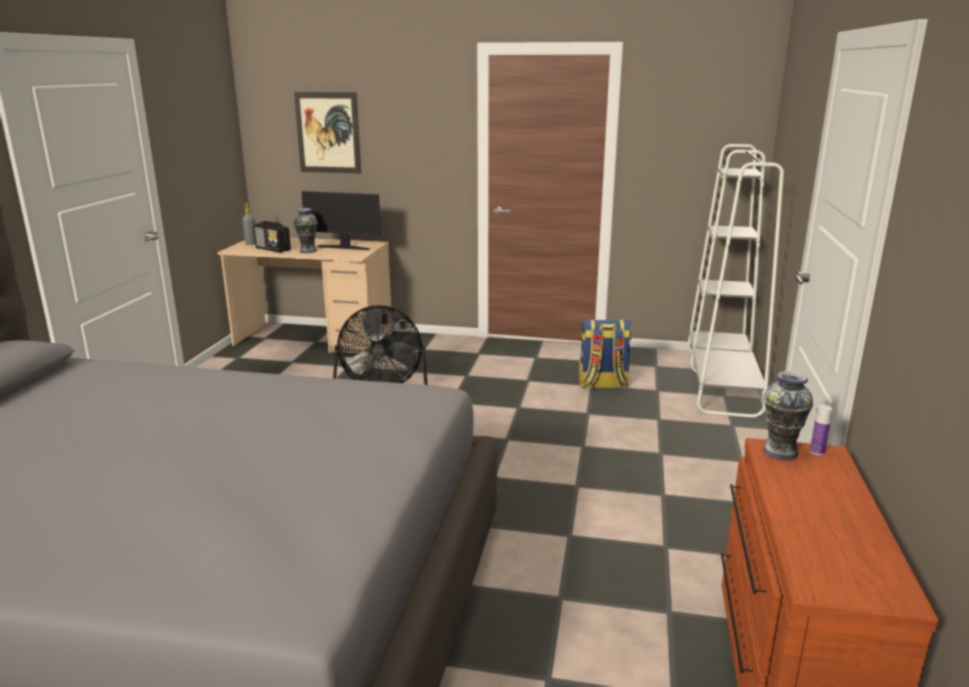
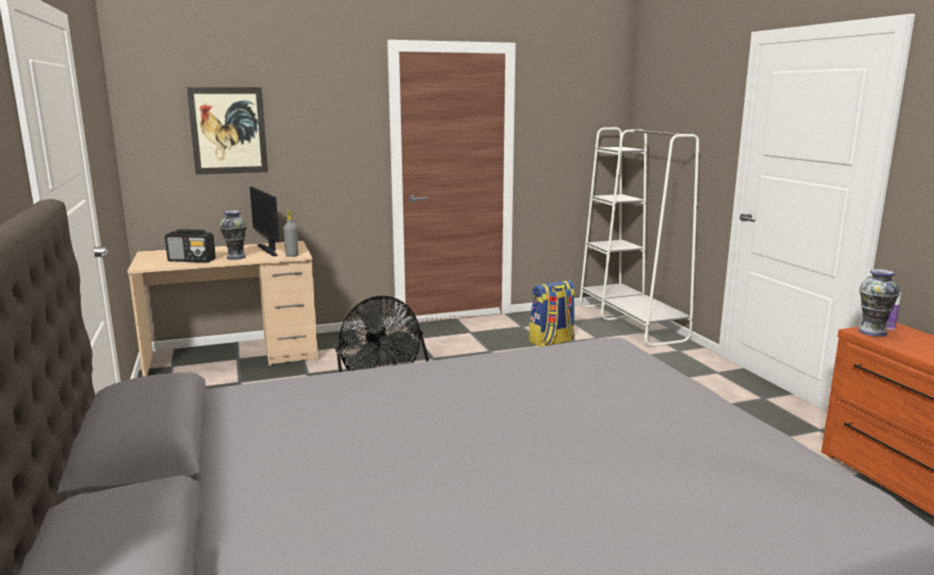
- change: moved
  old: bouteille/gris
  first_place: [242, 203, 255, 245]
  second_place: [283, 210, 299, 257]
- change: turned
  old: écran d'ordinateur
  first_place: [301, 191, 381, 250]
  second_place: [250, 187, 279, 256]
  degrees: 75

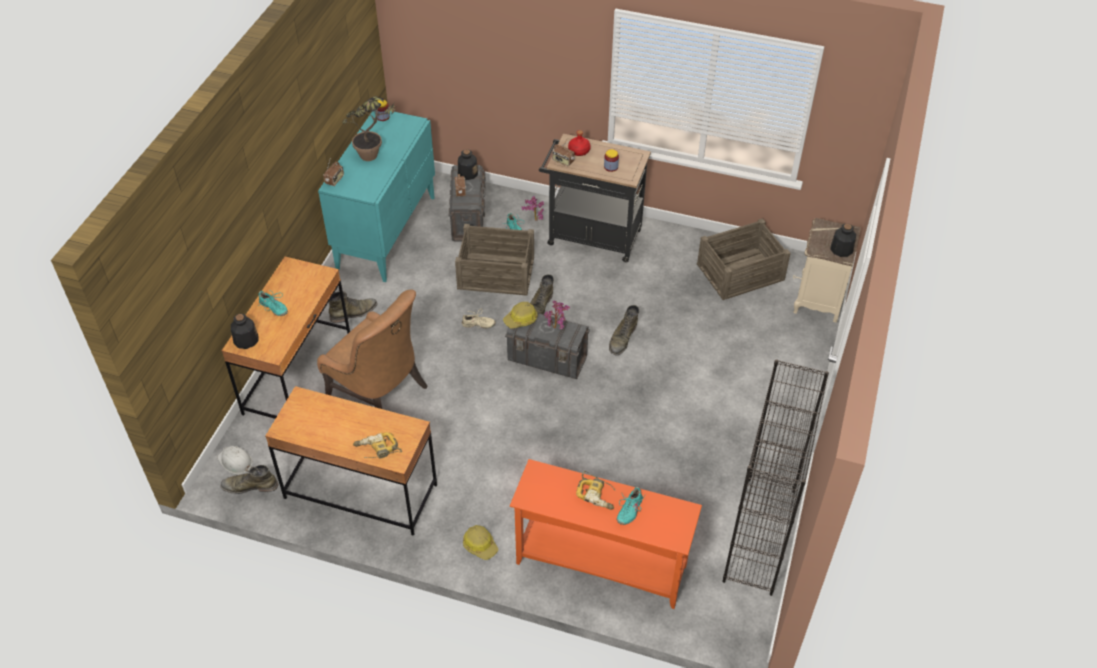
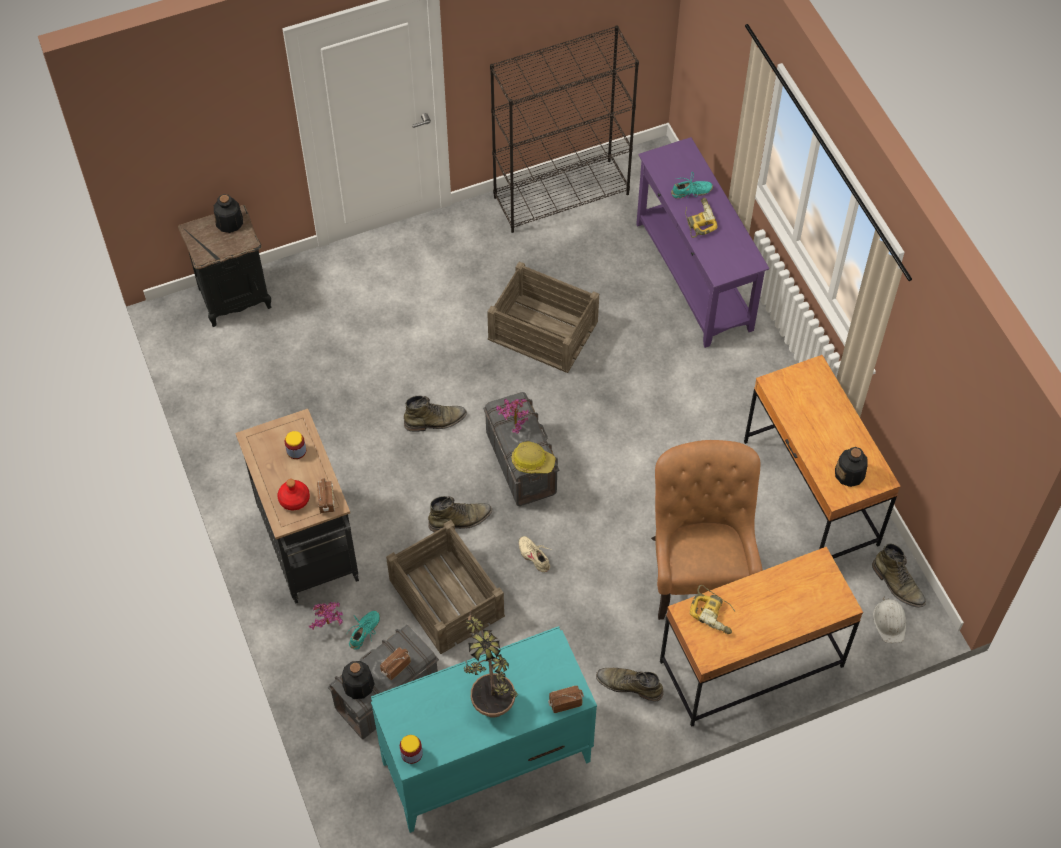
- change: removed
  old: chaussure/turquoise
  first_place: [258, 289, 288, 316]
- change: removed
  old: casque de chantier
  first_place: [463, 525, 498, 560]
- change: moved
  old: bouteille
  first_place: [231, 314, 258, 349]
  second_place: [835, 447, 868, 487]
- change: moved
  old: perceuse
  first_place: [353, 432, 402, 459]
  second_place: [690, 585, 735, 634]
- change: moved
  old: caisse
  first_place: [697, 218, 791, 300]
  second_place: [487, 261, 599, 373]
- change: recoloured
  old: table console/orange
  new: table console/violet
  first_place: [510, 459, 702, 609]
  second_place: [636, 137, 769, 348]
- change: recoloured
  old: table de chevet/beige
  new: table de chevet/noir
  first_place: [793, 218, 861, 323]
  second_place: [178, 205, 271, 327]

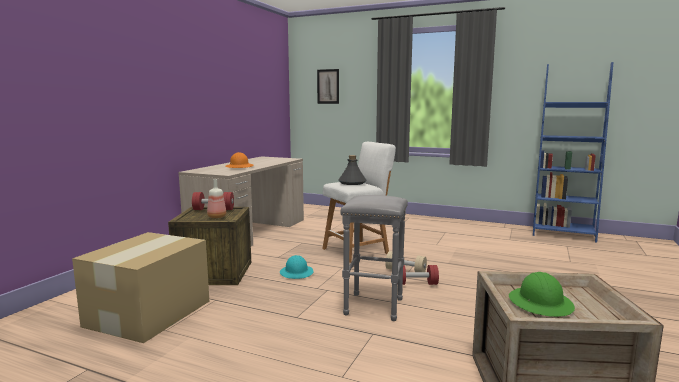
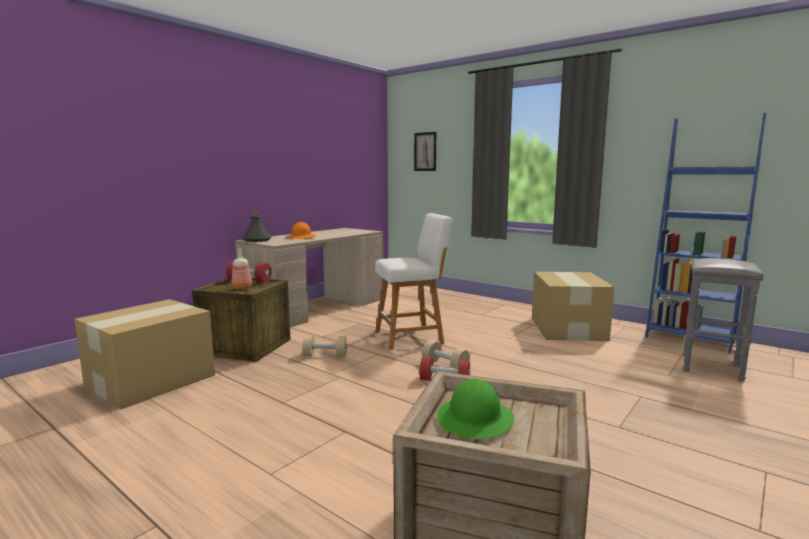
- change: added
  new: carton
  second_place: [532, 272, 614, 341]
- change: moved
  old: bouteille/gris
  first_place: [338, 155, 366, 185]
  second_place: [242, 212, 271, 242]
- change: moved
  old: tabouret/gris
  first_place: [340, 195, 408, 321]
  second_place: [683, 258, 763, 382]
- change: replaced
  old: casque de chantier/turquoise
  new: haltère/beige
  first_place: [280, 255, 314, 279]
  second_place: [302, 336, 347, 356]

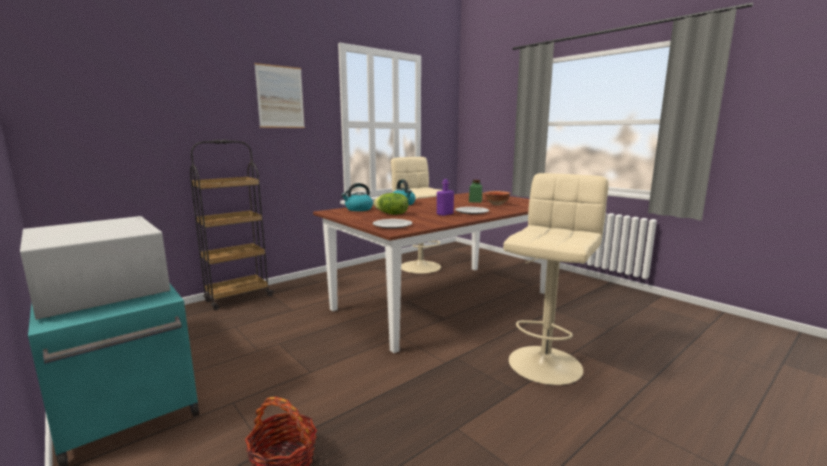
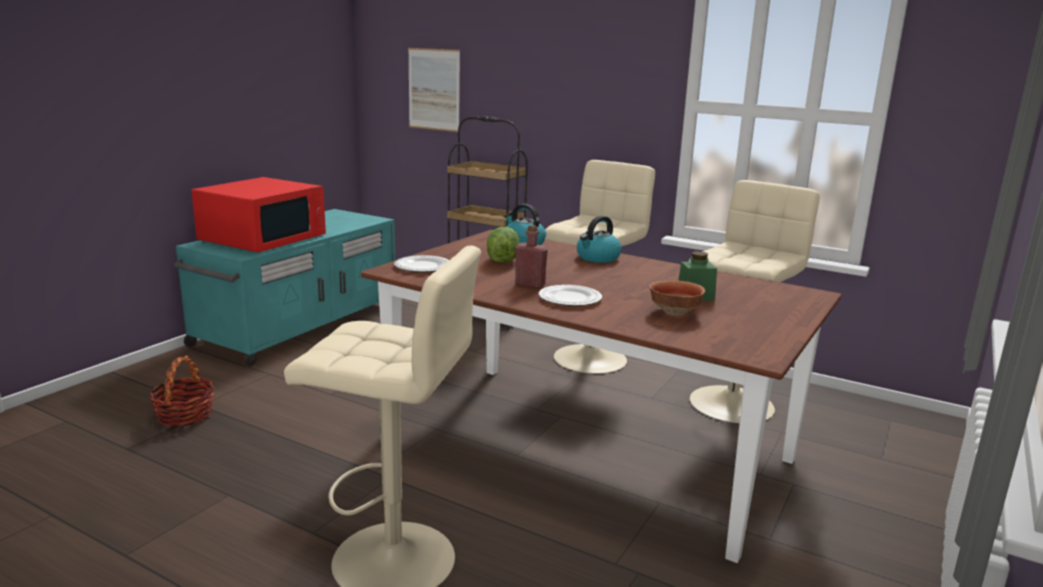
- change: added
  new: tabouret/beige
  second_place: [545, 160, 655, 374]
- change: moved
  old: tableau
  first_place: [254, 63, 305, 128]
  second_place: [408, 48, 460, 132]
- change: recoloured
  old: micro-ondes/blanc
  new: micro-ondes/rouge
  first_place: [20, 216, 170, 320]
  second_place: [191, 177, 326, 252]
- change: recoloured
  old: bouteille/violet
  new: bouteille/rouge
  first_place: [437, 179, 454, 216]
  second_place: [515, 225, 548, 289]

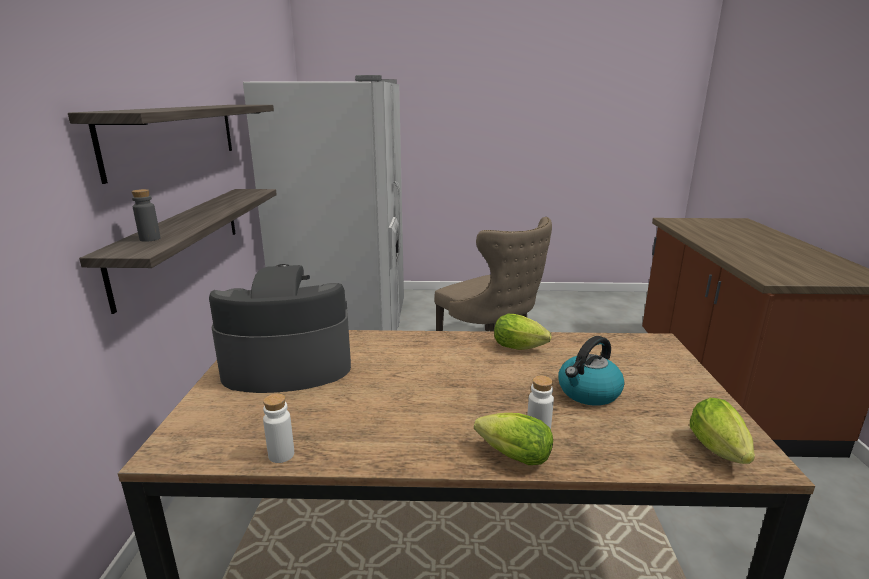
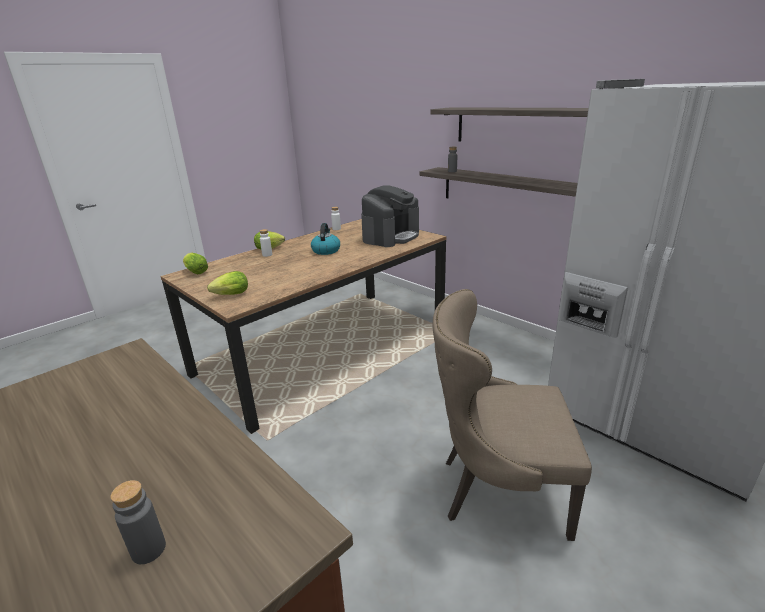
- change: added
  new: bouteille/gris
  second_place: [110, 480, 166, 564]
- change: moved
  old: laitue
  first_place: [494, 314, 552, 350]
  second_place: [207, 271, 248, 295]
- change: moved
  old: bouilloire
  first_place: [558, 336, 624, 406]
  second_place: [311, 223, 340, 255]

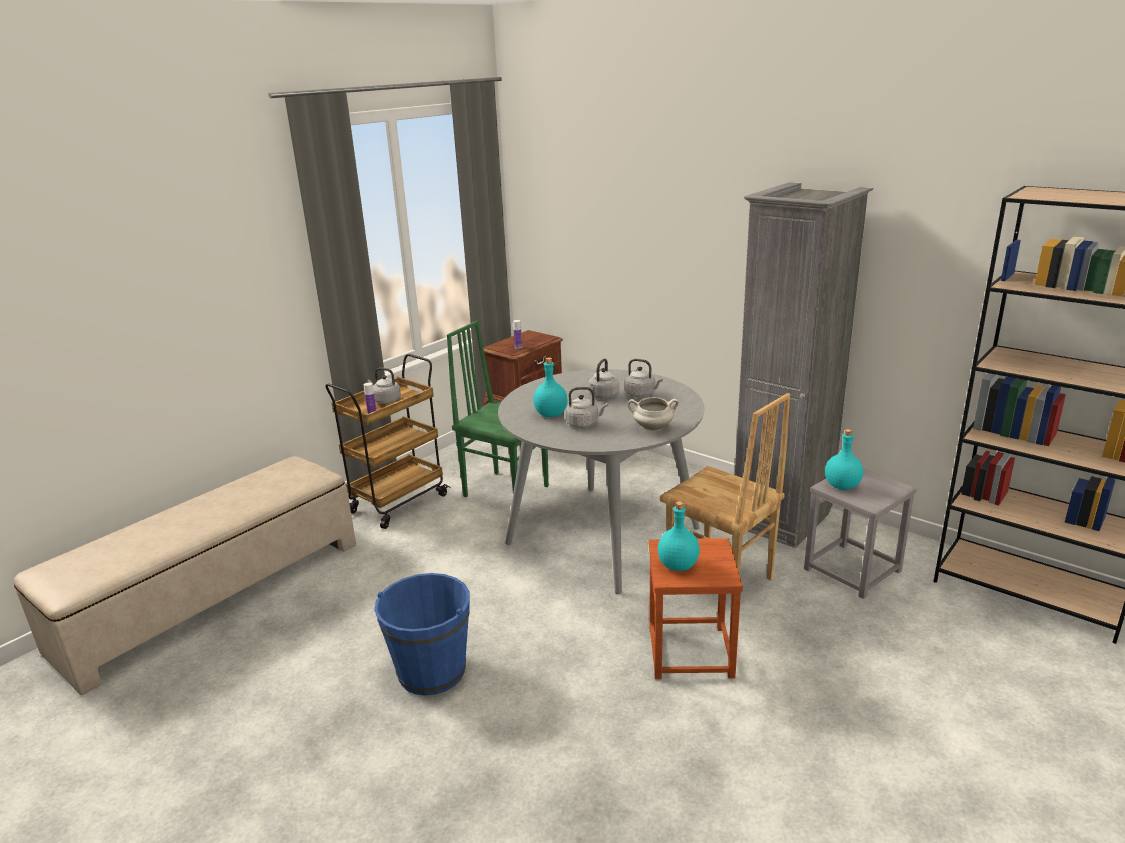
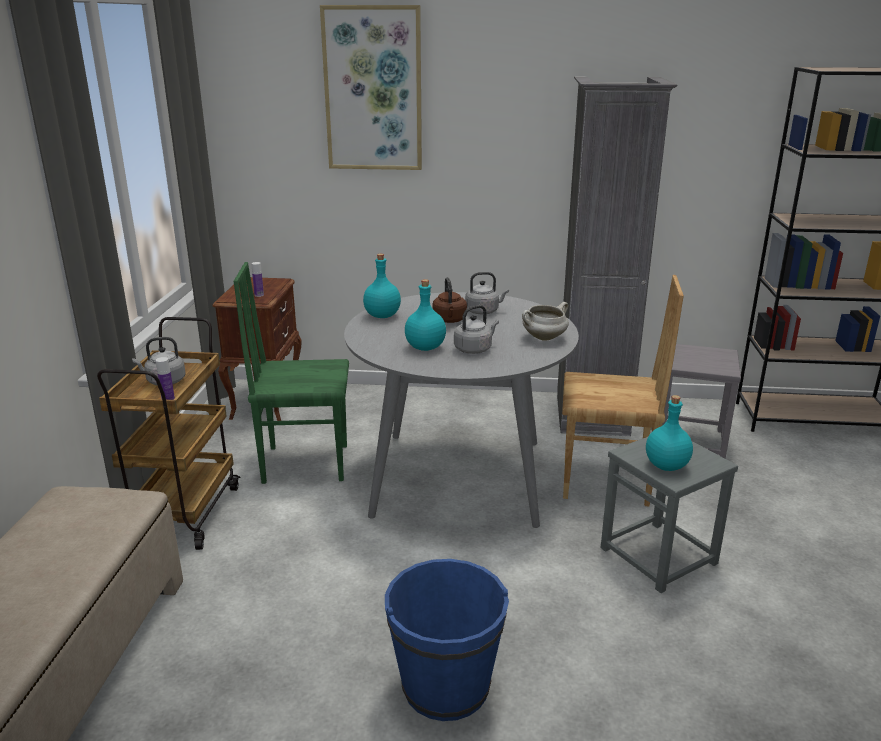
- change: added
  new: tableau
  second_place: [320, 5, 422, 170]
- change: moved
  old: bouteille/turquoise
  first_place: [825, 429, 863, 490]
  second_place: [363, 254, 401, 318]
- change: recoloured
  old: bouilloire/gris
  new: bouilloire/marron
  first_place: [589, 359, 619, 399]
  second_place: [433, 277, 467, 323]
- change: recoloured
  old: tabouret/marron
  new: tabouret/gris
  first_place: [649, 538, 743, 679]
  second_place: [601, 437, 738, 593]

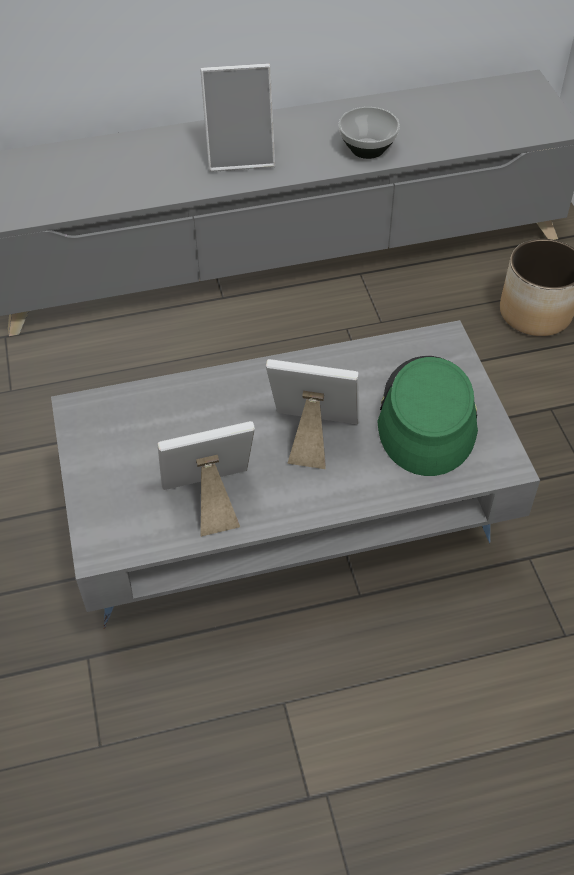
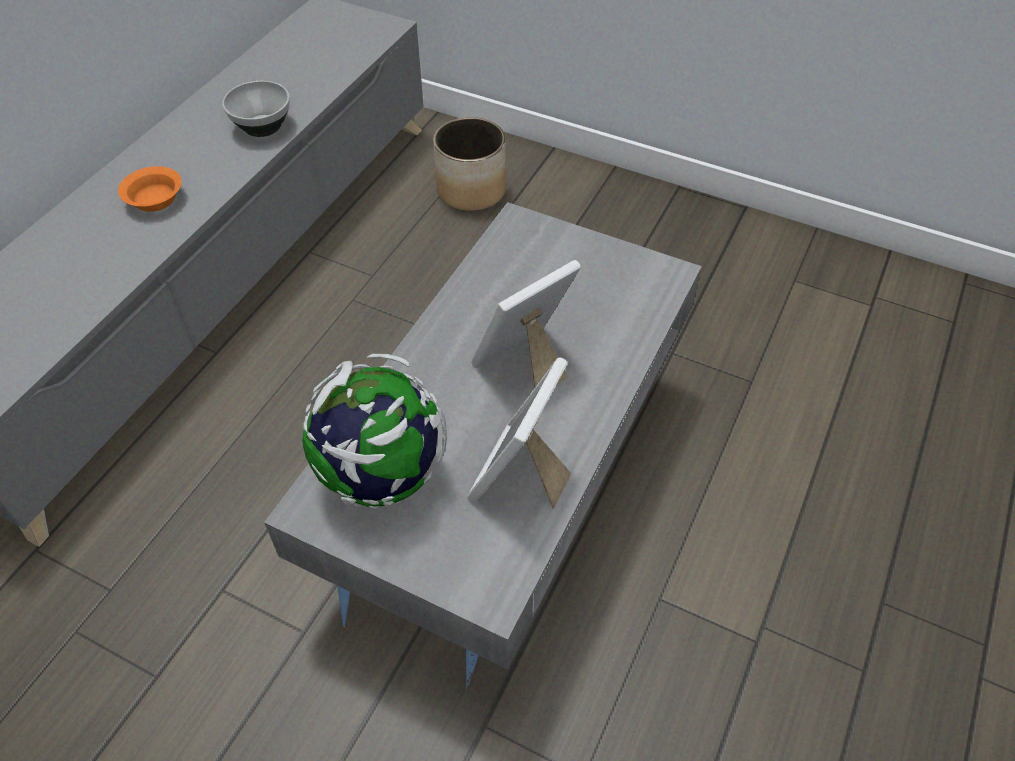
- change: removed
  old: chapeau/vert
  first_place: [377, 356, 478, 476]
- change: added
  new: globe
  second_place: [302, 354, 447, 508]
- change: replaced
  old: cadre photo
  new: bol/orange
  first_place: [200, 63, 275, 172]
  second_place: [118, 166, 182, 212]

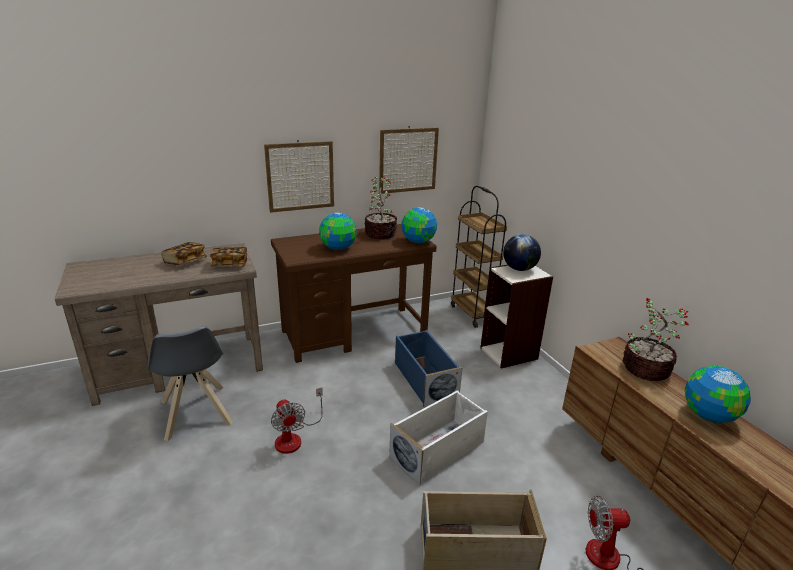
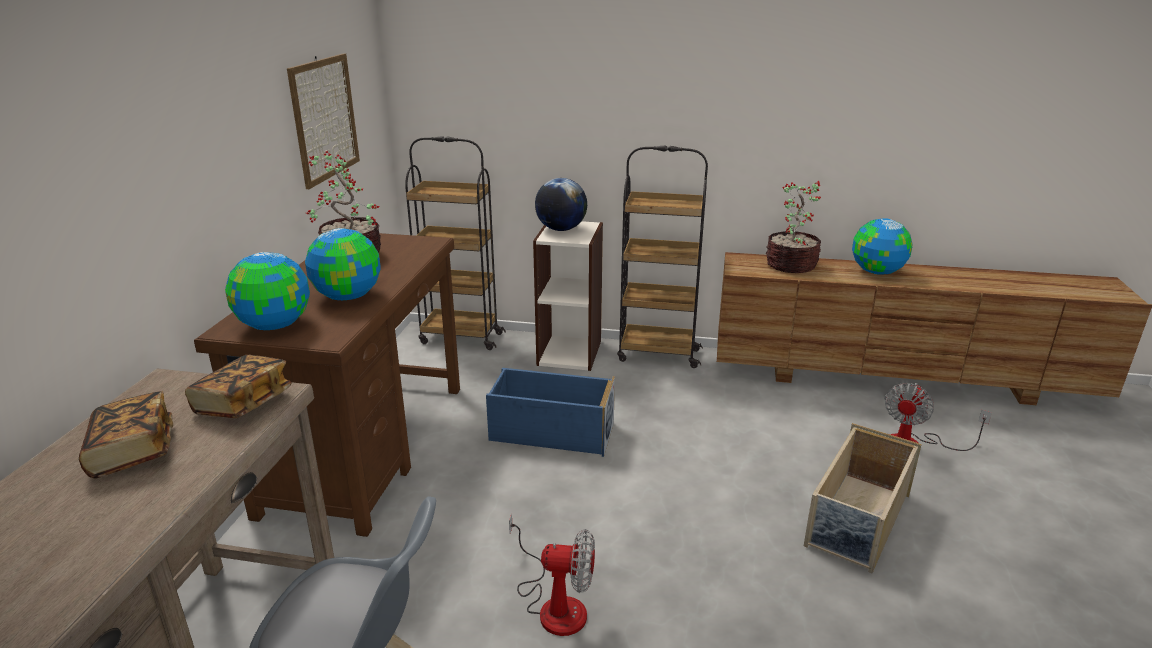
- change: removed
  old: tableau
  first_place: [264, 140, 334, 213]
- change: removed
  old: boîte de rangement/blanc
  first_place: [389, 390, 488, 486]
- change: added
  new: chariot/marron
  second_place: [617, 146, 708, 368]
- change: moved
  old: globe
  first_place: [402, 207, 437, 243]
  second_place: [225, 252, 310, 330]

